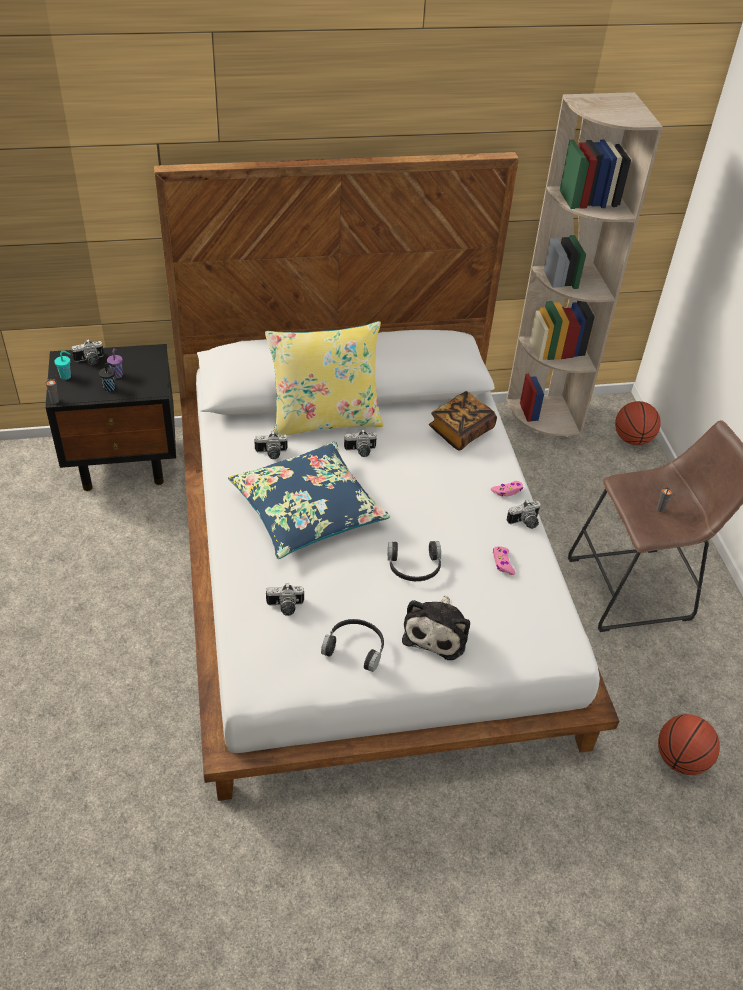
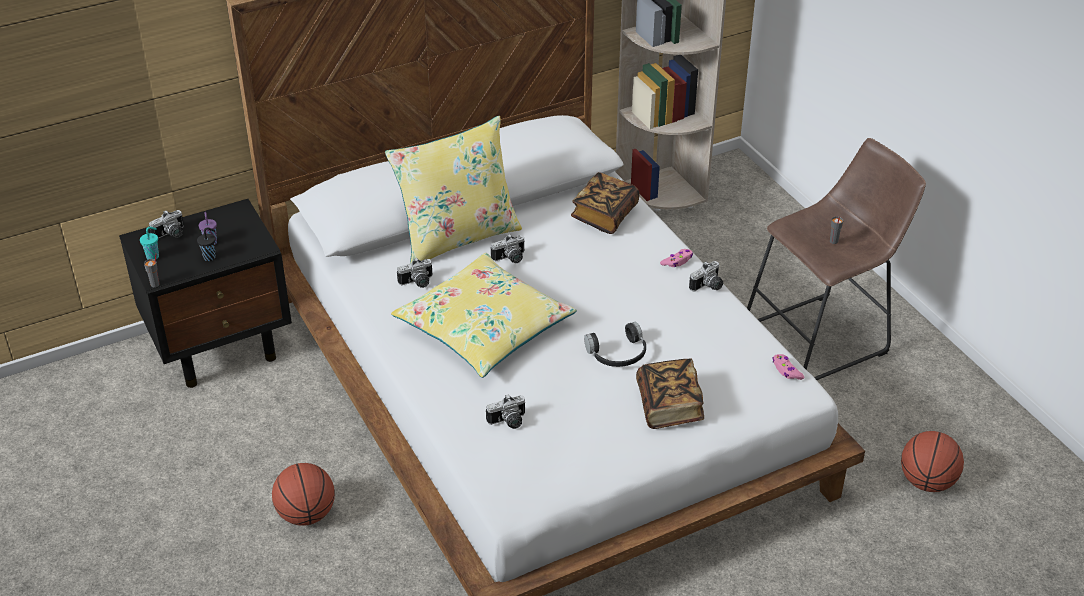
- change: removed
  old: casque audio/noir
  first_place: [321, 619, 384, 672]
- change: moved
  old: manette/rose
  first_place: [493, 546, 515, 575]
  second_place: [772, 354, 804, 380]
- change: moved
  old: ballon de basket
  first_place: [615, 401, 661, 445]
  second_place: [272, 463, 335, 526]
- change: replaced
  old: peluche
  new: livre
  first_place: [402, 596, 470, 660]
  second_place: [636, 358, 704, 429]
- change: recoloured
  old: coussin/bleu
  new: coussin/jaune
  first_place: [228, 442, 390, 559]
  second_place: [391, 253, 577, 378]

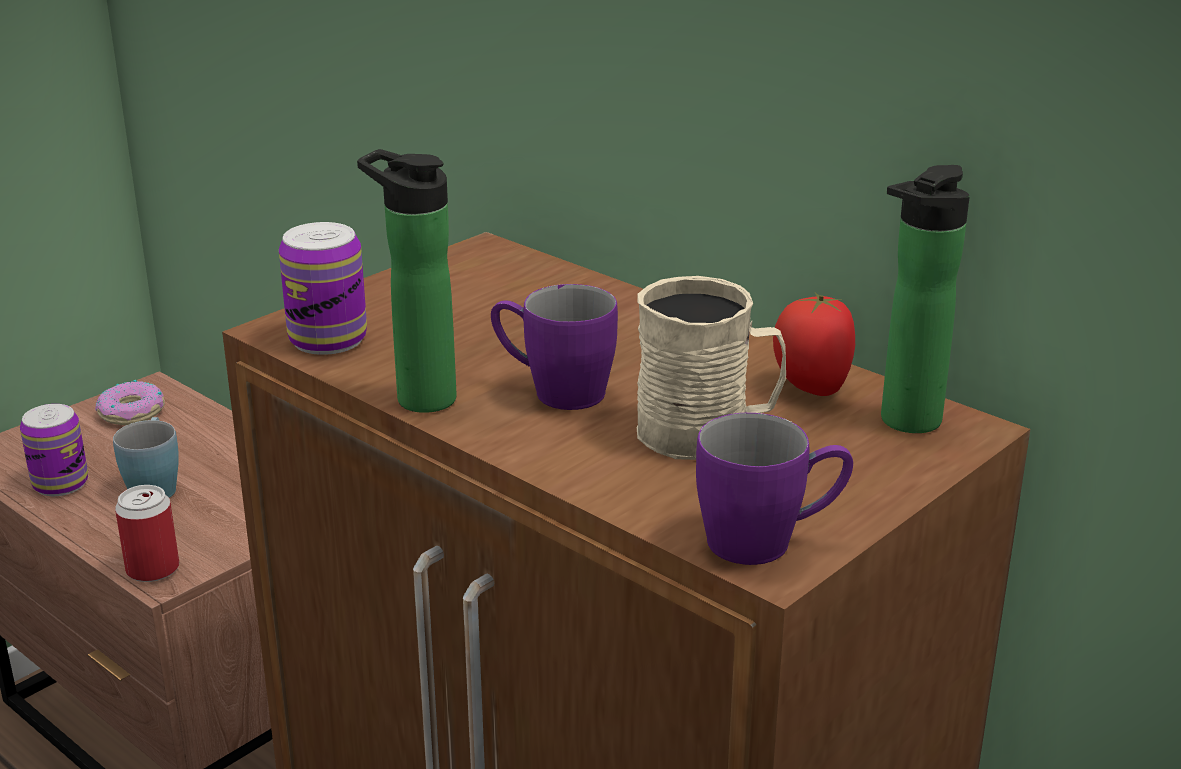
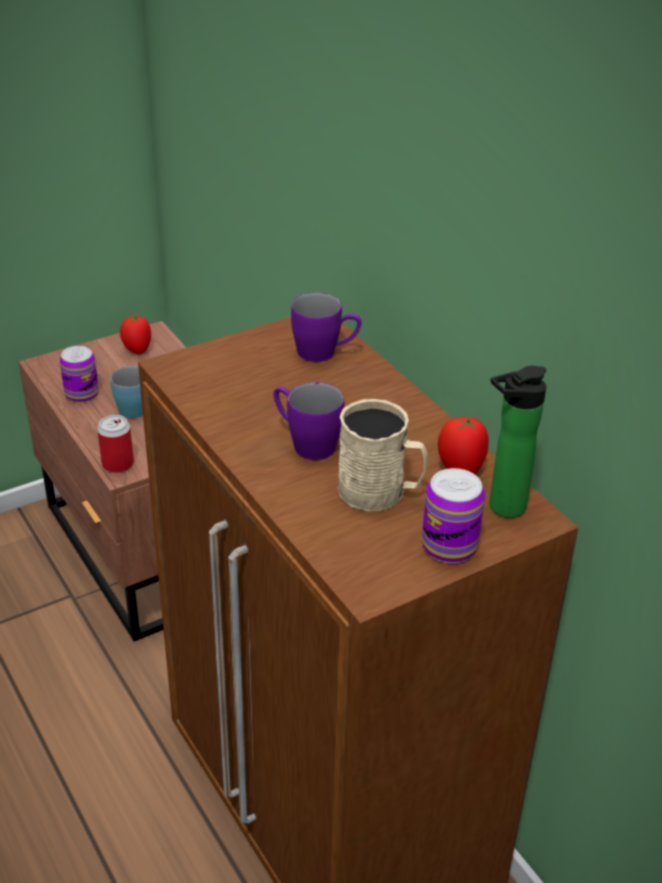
- change: removed
  old: bouteille
  first_place: [357, 149, 457, 413]
- change: moved
  old: boîte métallique
  first_place: [279, 222, 367, 355]
  second_place: [422, 468, 485, 563]
- change: moved
  old: mug/violet
  first_place: [696, 413, 853, 565]
  second_place: [291, 293, 362, 362]
- change: replaced
  old: beignet
  new: tomate
  first_place: [95, 380, 165, 425]
  second_place: [120, 314, 151, 354]

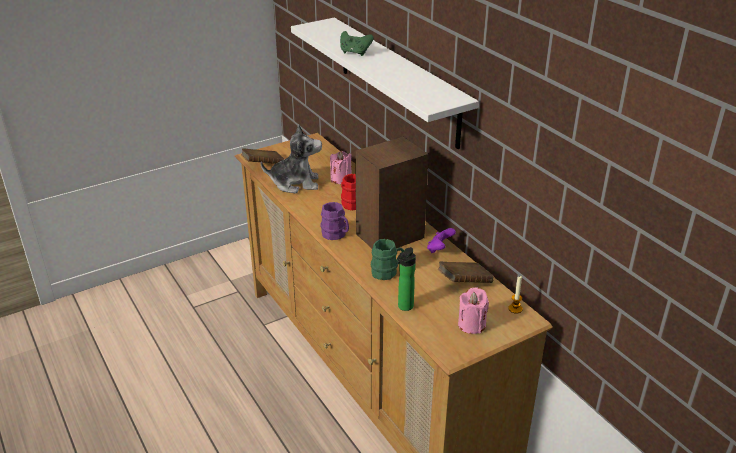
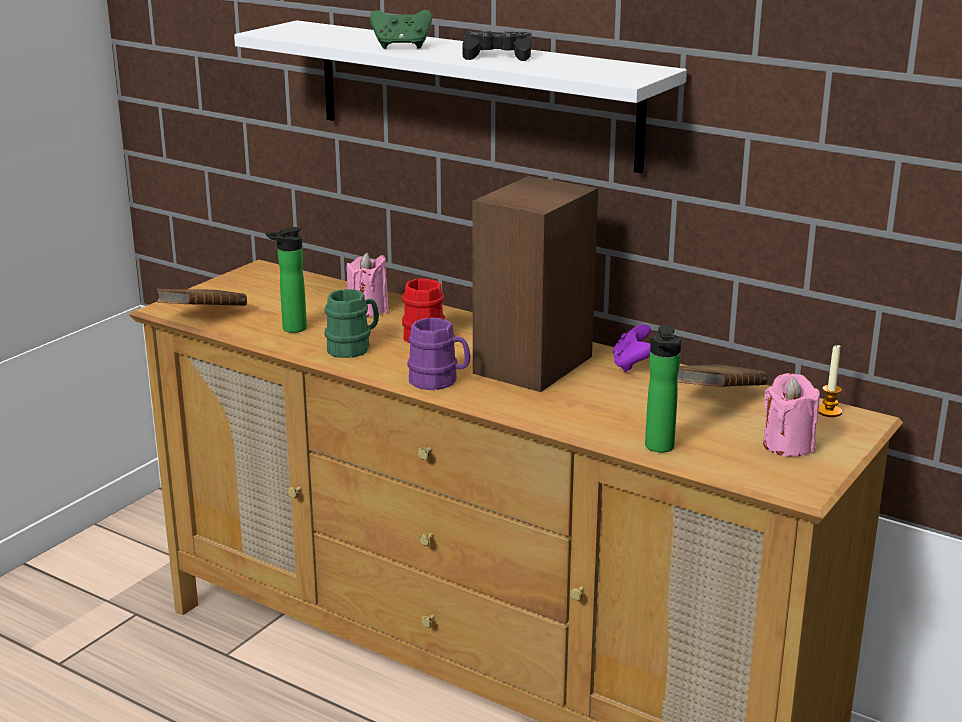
- change: added
  new: manette/noir
  second_place: [462, 30, 532, 61]
- change: moved
  old: mug/vert
  first_place: [371, 239, 404, 280]
  second_place: [324, 289, 379, 358]
- change: replaced
  old: peluche
  new: bouteille
  first_place: [261, 124, 322, 193]
  second_place: [266, 227, 307, 333]

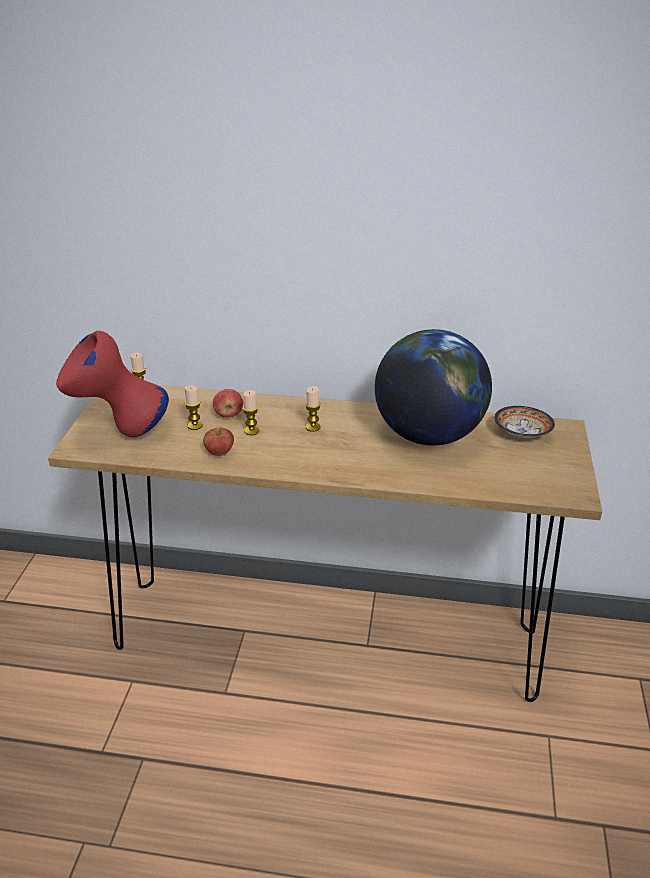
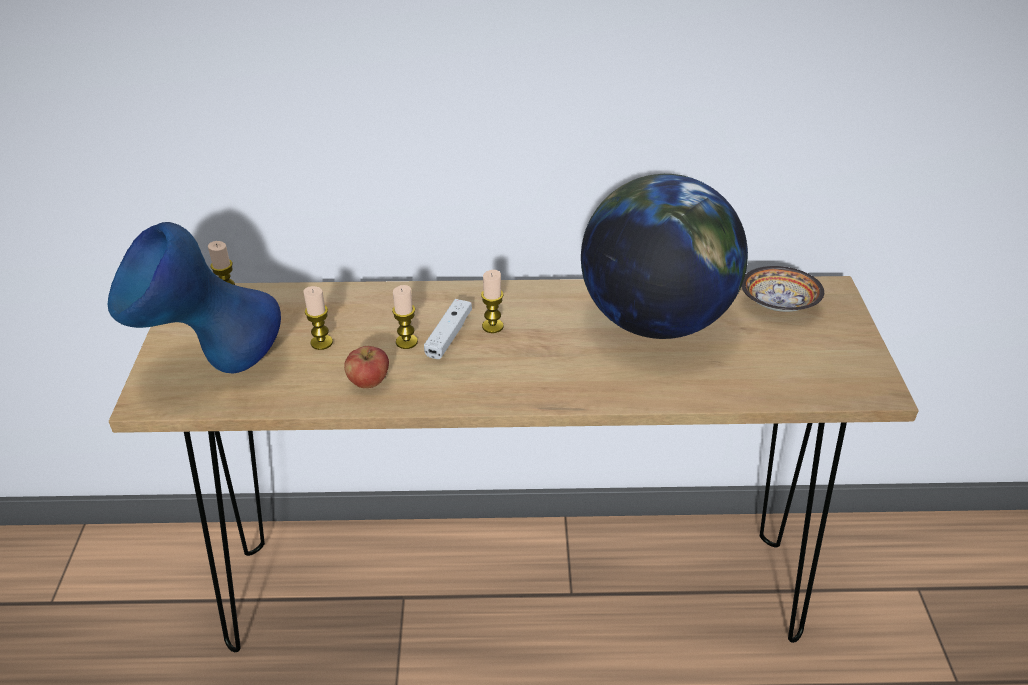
- change: removed
  old: pomme
  first_place: [213, 389, 243, 418]
- change: added
  new: manette/blanc
  second_place: [424, 299, 472, 359]
- change: recoloured
  old: vase/rouge
  new: vase/bleu
  first_place: [56, 331, 169, 438]
  second_place: [108, 222, 281, 374]

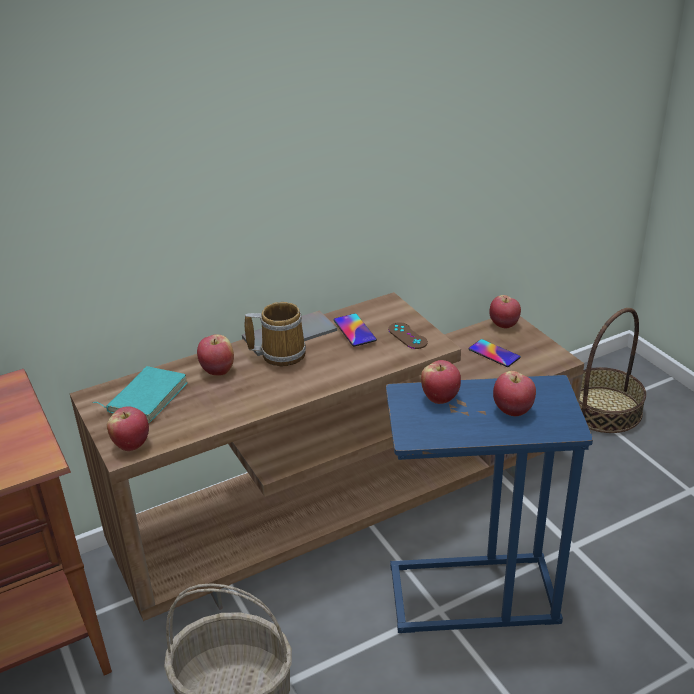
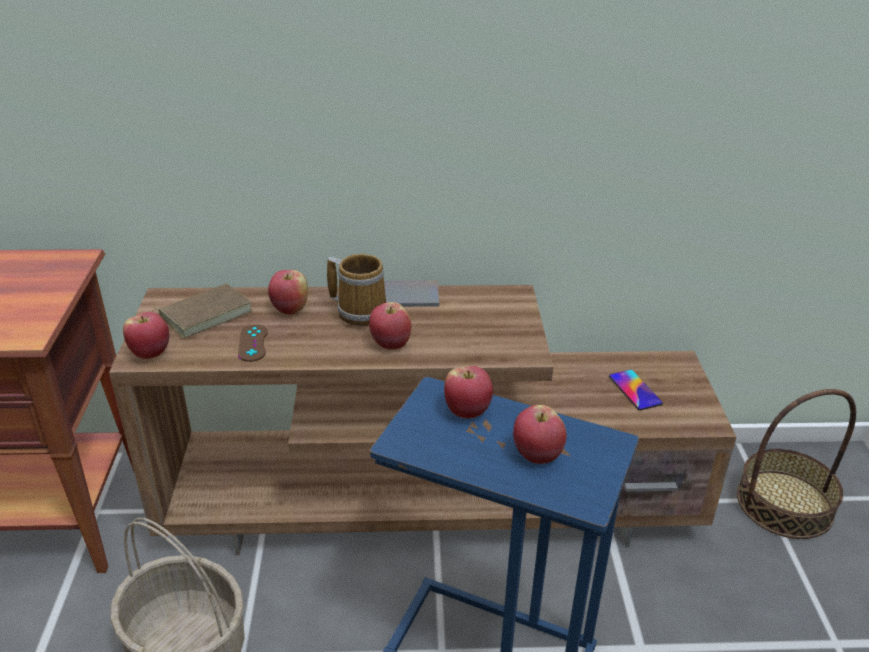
- change: removed
  old: téléphone
  first_place: [333, 313, 377, 346]
- change: moved
  old: manette/marron
  first_place: [388, 322, 428, 349]
  second_place: [238, 325, 268, 362]
- change: moved
  old: pomme
  first_place: [489, 295, 521, 328]
  second_place: [369, 302, 412, 350]
- change: recoloured
  old: livre/turquoise
  new: livre/marron
  first_place: [93, 366, 188, 423]
  second_place: [152, 284, 252, 338]

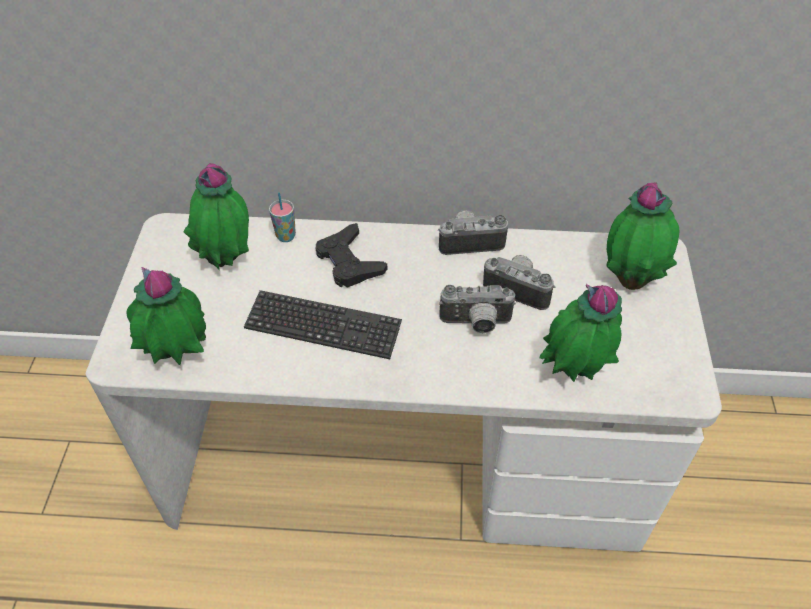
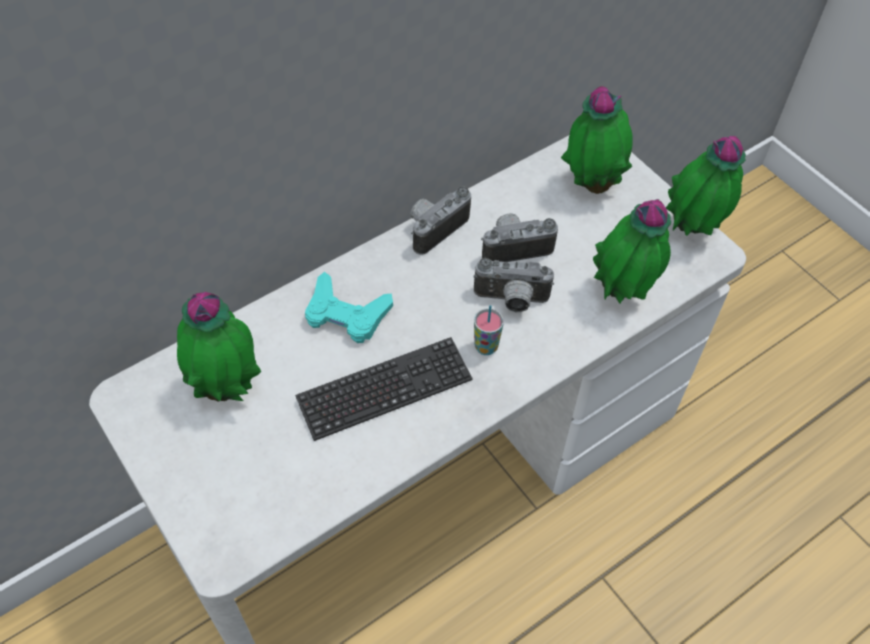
- change: moved
  old: plante en pot
  first_place: [126, 267, 206, 365]
  second_place: [666, 136, 746, 236]
- change: moved
  old: tasse
  first_place: [269, 192, 296, 242]
  second_place: [474, 305, 504, 355]
- change: recoloured
  old: manette/noir
  new: manette/turquoise
  first_place: [316, 223, 387, 288]
  second_place: [305, 272, 393, 343]
- change: turned
  old: appareil photo
  first_place: [439, 285, 516, 334]
  second_place: [473, 258, 554, 312]
  degrees: 45

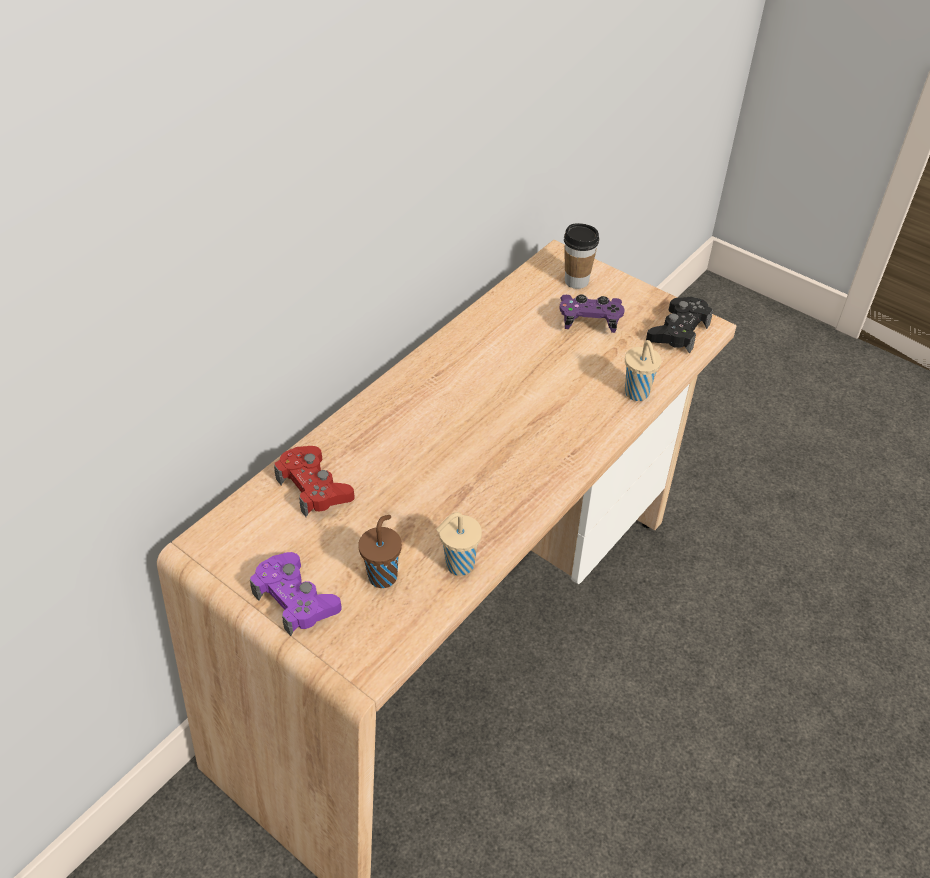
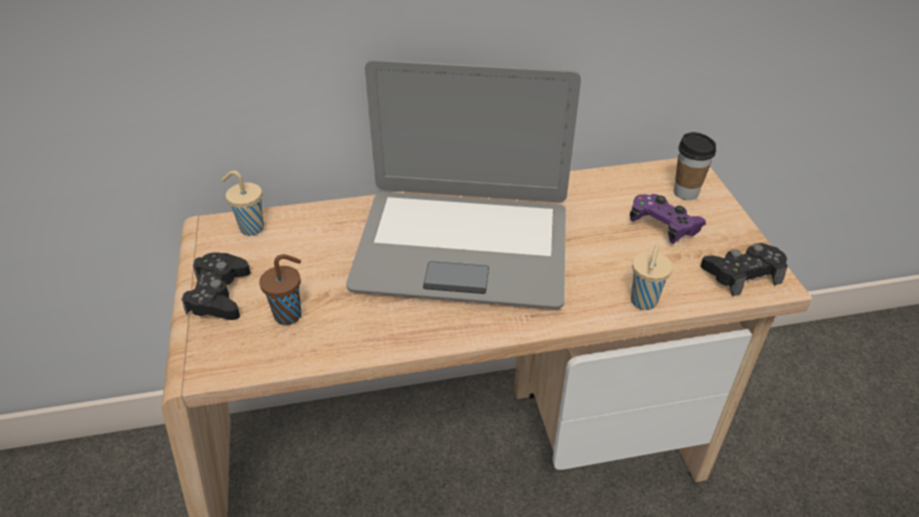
- change: removed
  old: manette/rouge
  first_place: [274, 446, 355, 517]
- change: added
  new: ordinateur portable
  second_place: [346, 59, 581, 309]
- change: moved
  old: tasse/beige
  first_place: [436, 512, 482, 576]
  second_place: [221, 170, 264, 236]
- change: recoloured
  old: manette/violet
  new: manette/noir
  first_place: [250, 552, 342, 636]
  second_place: [181, 252, 251, 320]

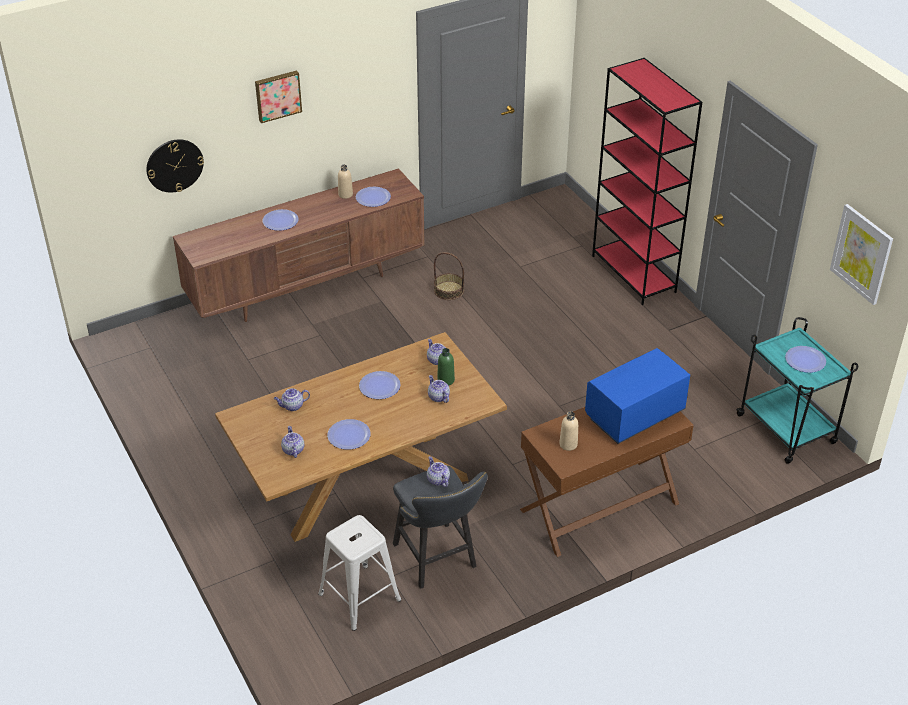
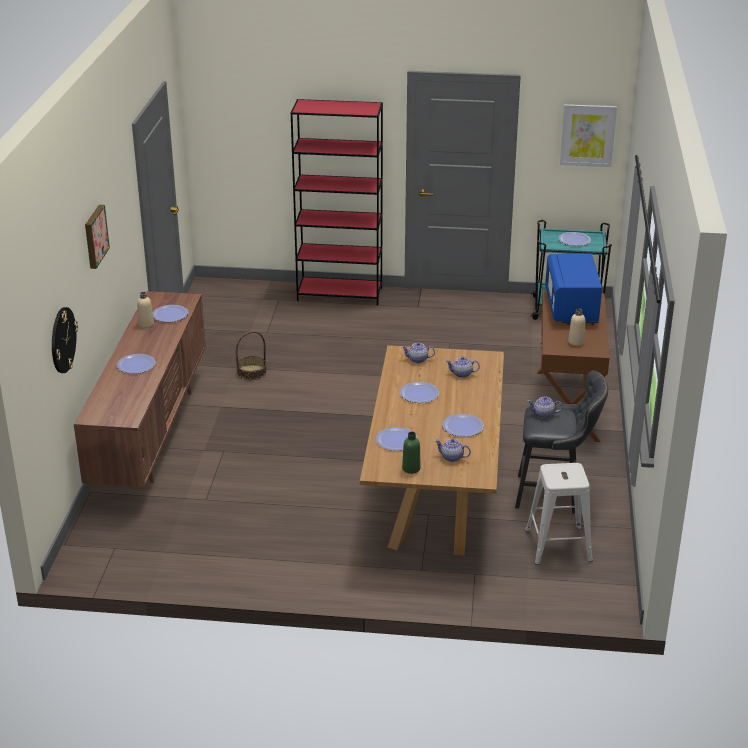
- change: moved
  old: bouteille/vert
  first_place: [437, 348, 455, 385]
  second_place: [402, 432, 421, 474]
- change: replaced
  old: théière
  new: assiette
  first_place: [274, 388, 310, 411]
  second_place: [376, 427, 418, 451]

